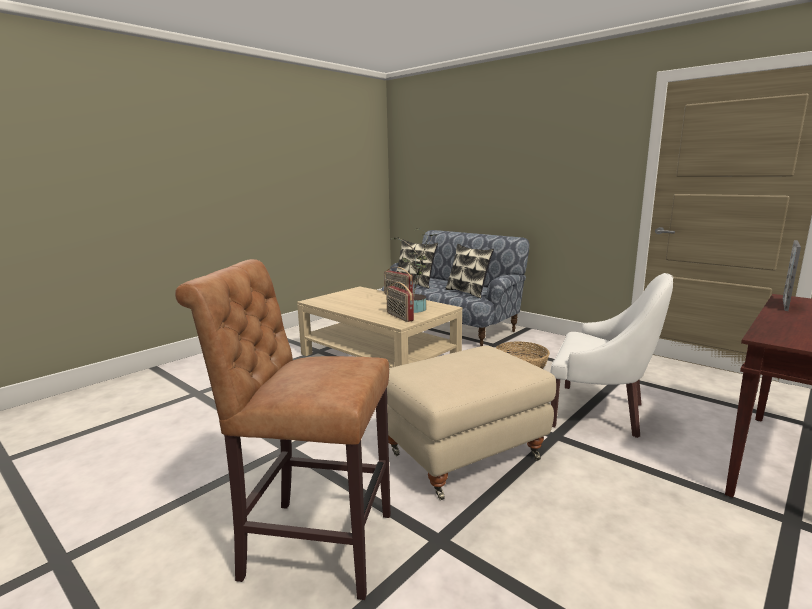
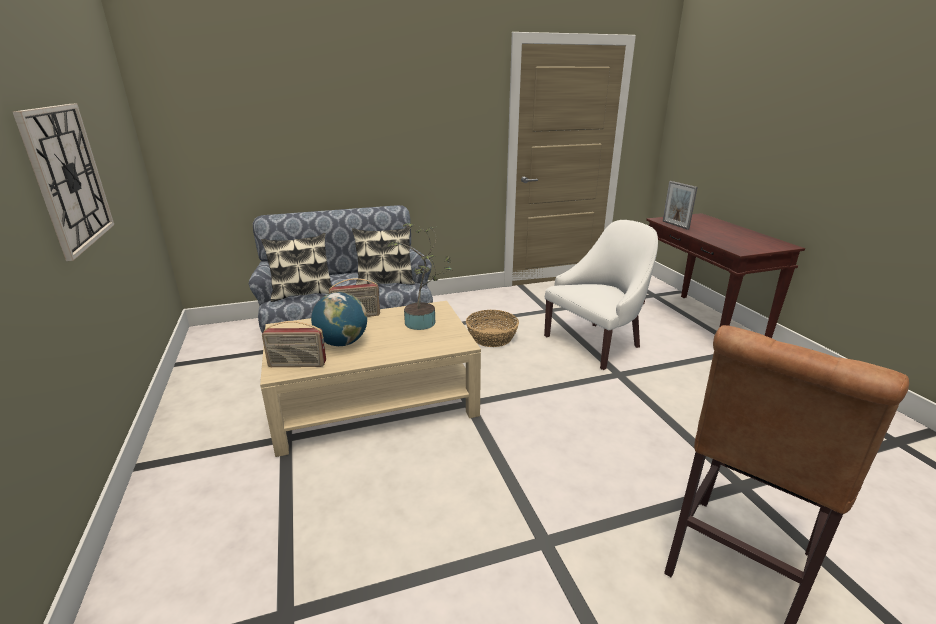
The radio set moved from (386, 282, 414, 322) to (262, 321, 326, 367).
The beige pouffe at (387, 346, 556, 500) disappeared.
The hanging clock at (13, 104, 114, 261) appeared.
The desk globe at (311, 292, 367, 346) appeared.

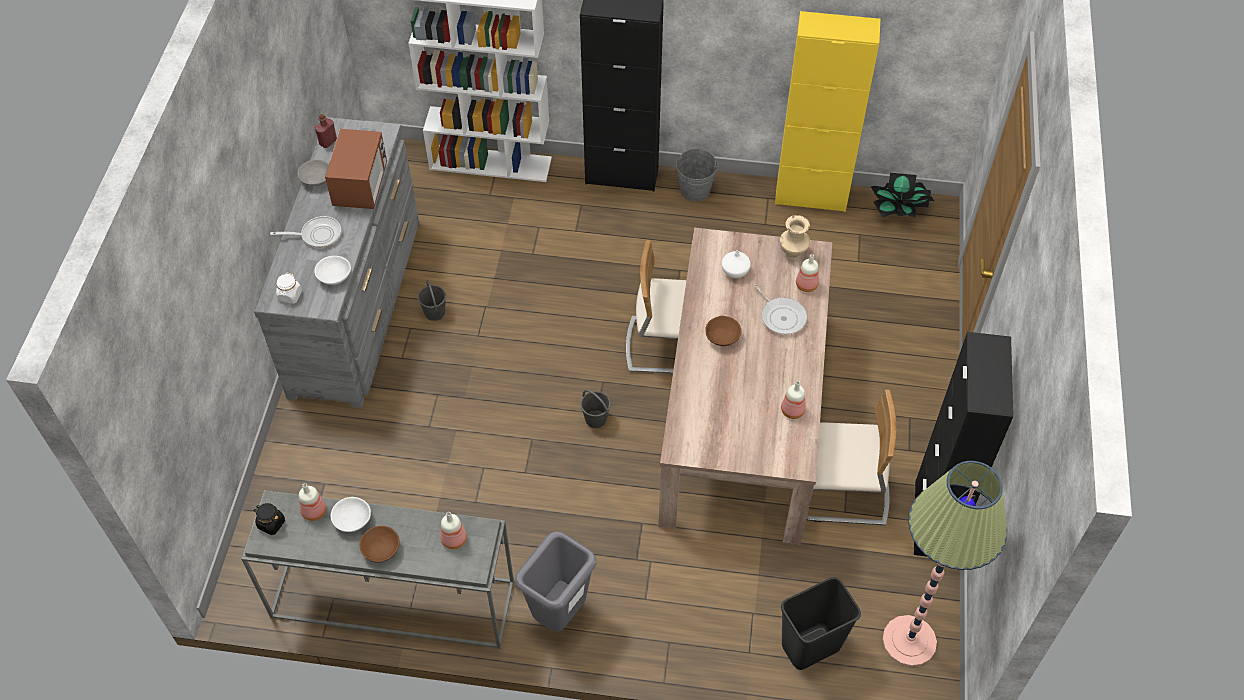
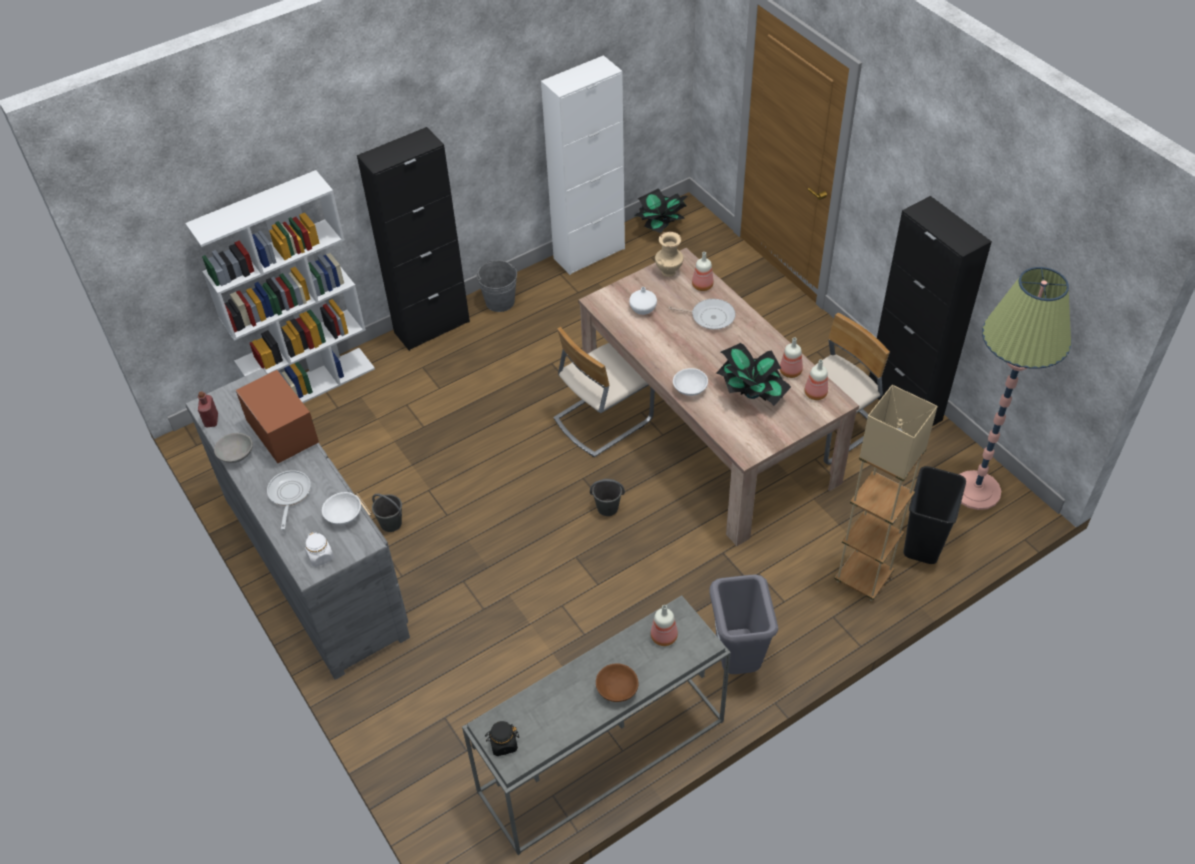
The yellow cupboard at (775, 11, 880, 212) became the white-coloured cupboard at (541, 55, 625, 275).
The skillet at (270, 216, 341, 248) turned 45 degrees counterclockwise.
The brownish deep dish at (705, 316, 741, 346) disappeared.
The drink bottle moved from (299, 483, 326, 521) to (805, 360, 828, 400).
The white-coloured deep dish moved from (331, 497, 371, 532) to (673, 368, 708, 396).
The plant in a pot at (716, 343, 791, 406) appeared.
The beige standard lamp at (834, 385, 938, 601) appeared.

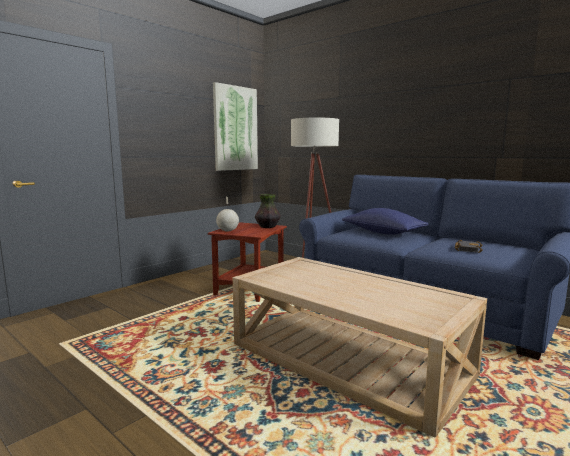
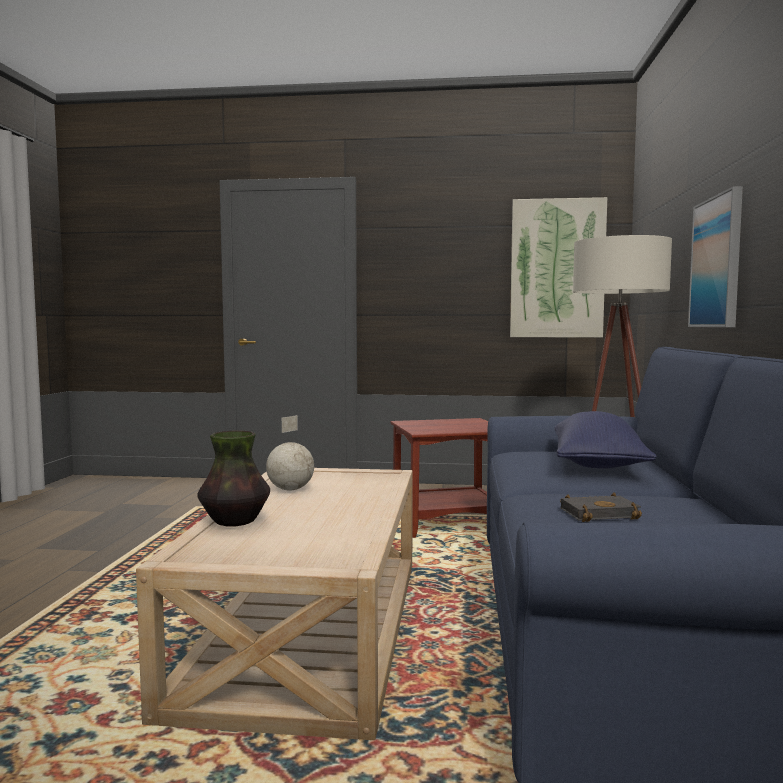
The vase moved from (255, 194, 281, 228) to (198, 431, 270, 526).
The desk globe moved from (216, 196, 239, 232) to (266, 415, 314, 490).
The wall art at (688, 186, 743, 327) appeared.

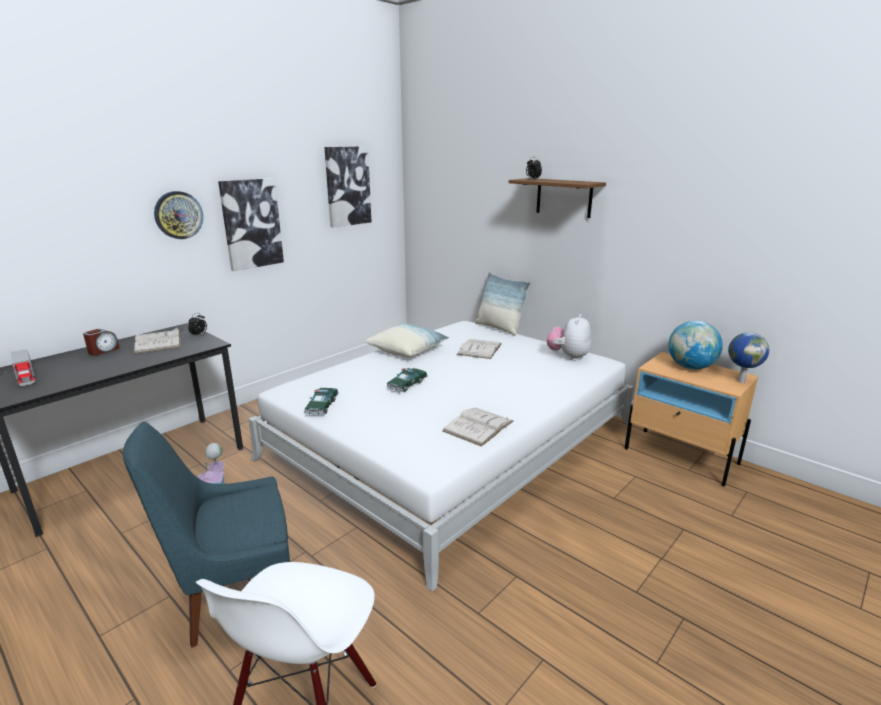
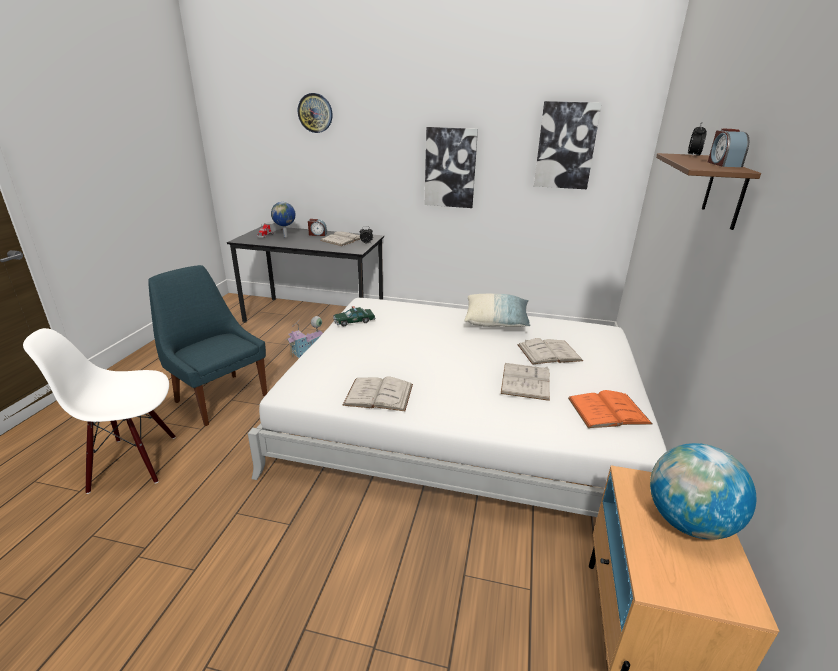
The hanging clock moved from (154, 191, 203, 239) to (298, 93, 333, 133).
The cushion at (475, 272, 530, 336) disappeared.
The soft toy at (547, 314, 591, 361) was replaced by the orangey bound book at (568, 390, 653, 428).
The desk globe moved from (728, 332, 769, 383) to (271, 202, 295, 237).
The toy car at (387, 368, 428, 392) disappeared.
The table clock at (708, 129, 749, 167) appeared.
The white-coloured bound book at (501, 363, 550, 401) appeared.

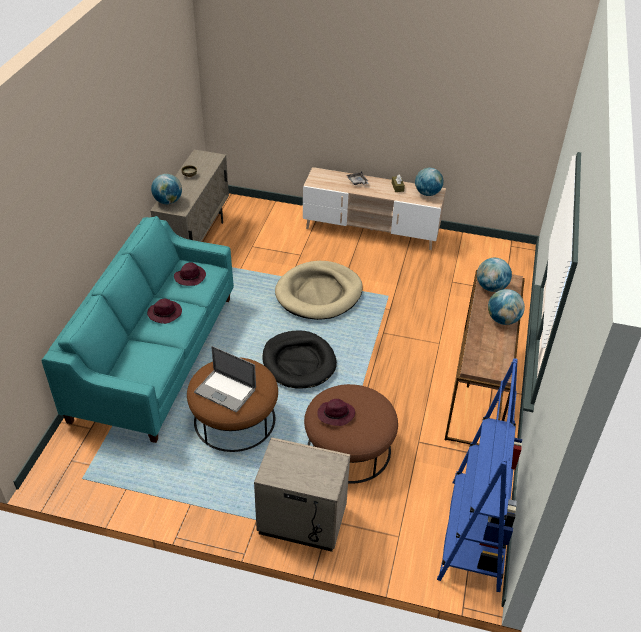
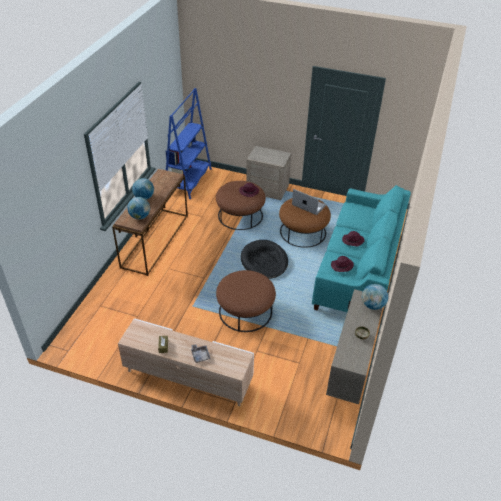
The desk globe at (415, 168, 443, 196) disappeared.
The beige dog cushion at (275, 261, 363, 320) was replaced by the brownish pouffe at (216, 270, 276, 332).

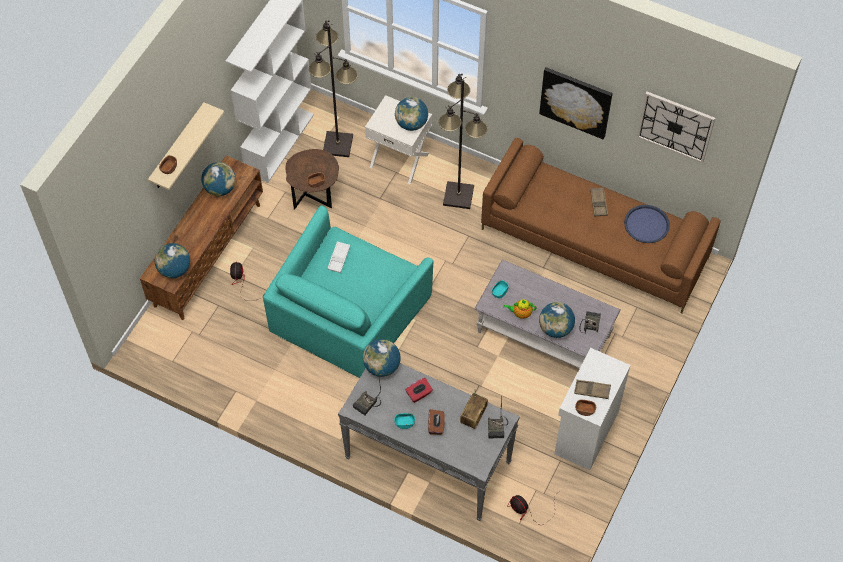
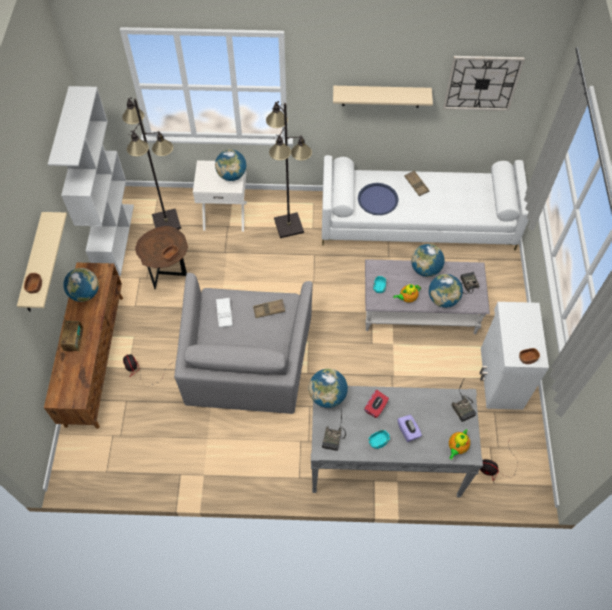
The wall art at (539, 67, 613, 140) was replaced by the beige wall shelf at (333, 86, 433, 108).
The brownish couch at (481, 138, 721, 314) became the white-coloured couch at (322, 155, 529, 251).
The blue-green lounge chair at (263, 205, 433, 378) became the gray lounge chair at (174, 273, 313, 414).
The blue carrying tray moved from (624, 205, 670, 243) to (358, 183, 398, 215).
The desk globe moved from (155, 243, 190, 278) to (411, 244, 445, 277).
The brownish carrying tray moved from (574, 380, 611, 399) to (253, 299, 285, 318).
The radio set moved from (460, 389, 488, 429) to (60, 316, 83, 351).
The brownish tissue holder at (428, 409, 445, 435) became the purplish tissue holder at (397, 415, 422, 442).
The pot for tea at (449, 429, 470, 460) appeared.

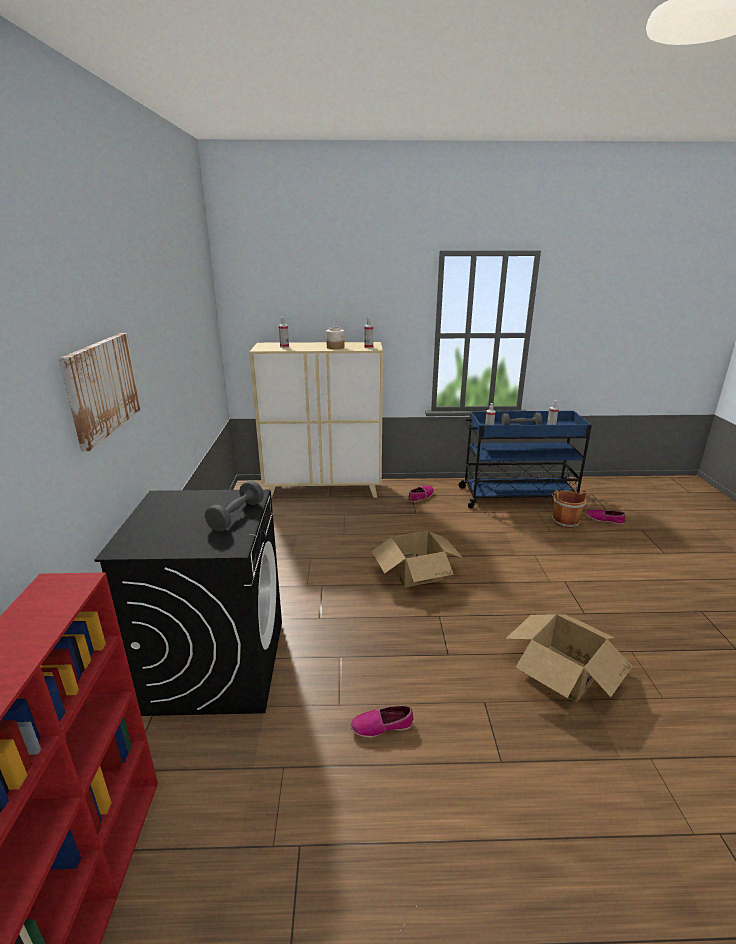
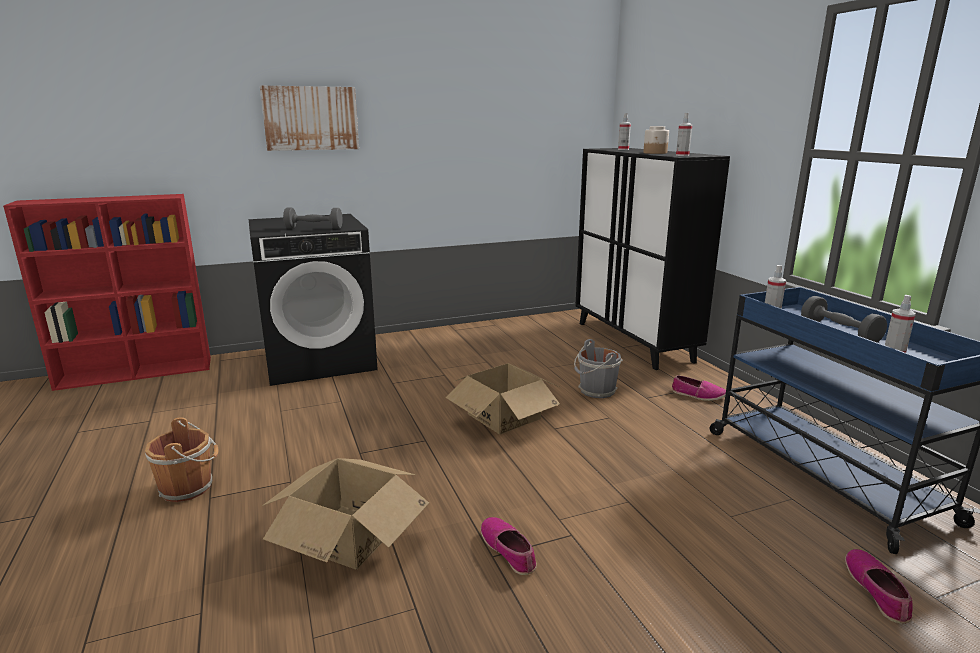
The beige cupboard at (249, 342, 383, 499) became the blackish cupboard at (575, 148, 730, 370).
The brownish water bucket moved from (552, 490, 588, 528) to (145, 417, 218, 502).
The item of footwear moved from (351, 706, 414, 738) to (481, 517, 537, 575).
The gray water bucket at (574, 339, 623, 398) appeared.

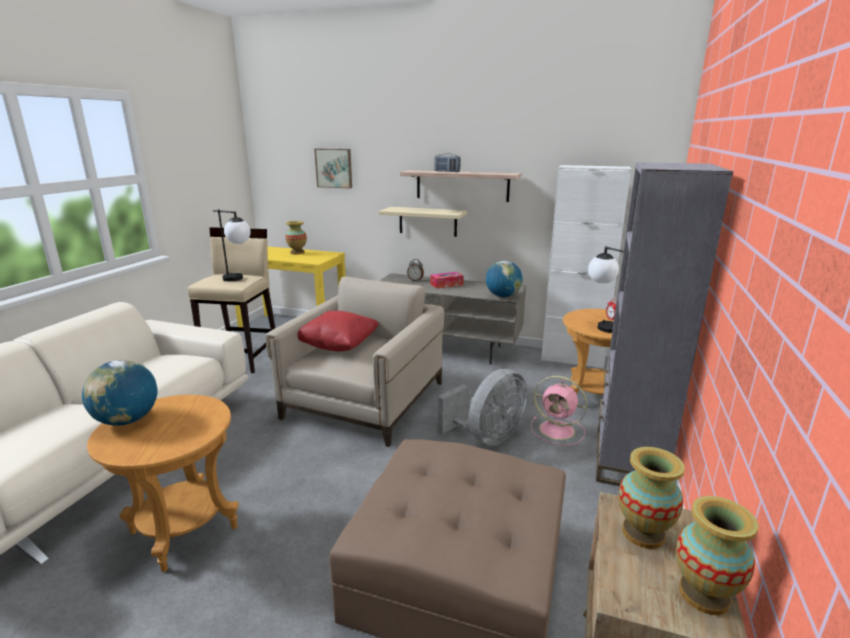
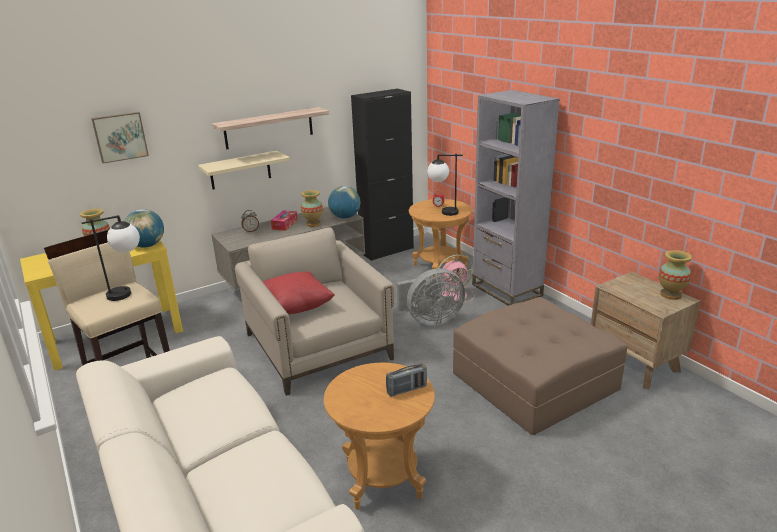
The radio set moved from (434, 154, 461, 172) to (386, 363, 427, 397).
The white-coloured cupboard at (541, 165, 631, 369) became the blackish cupboard at (351, 89, 414, 261).
The desk globe moved from (82, 360, 158, 426) to (125, 209, 164, 248).
The gray cooling fan at (438, 369, 527, 445) turned 75 degrees clockwise.
The vase moved from (618, 447, 685, 549) to (301, 190, 323, 227).

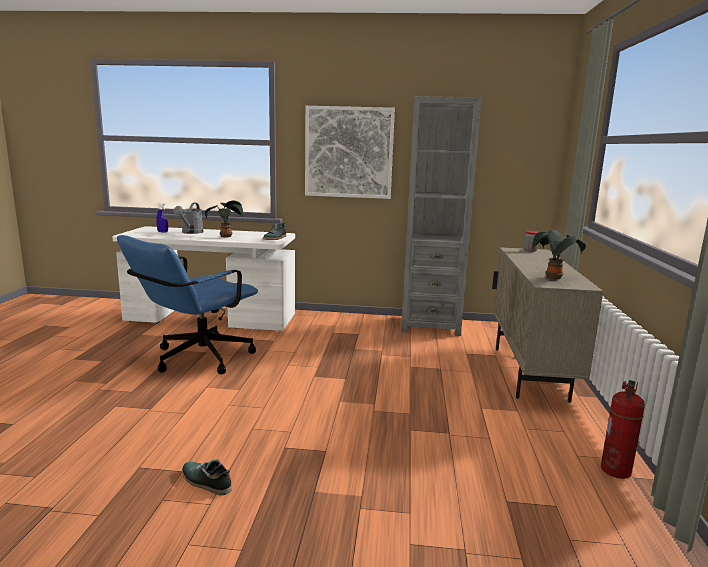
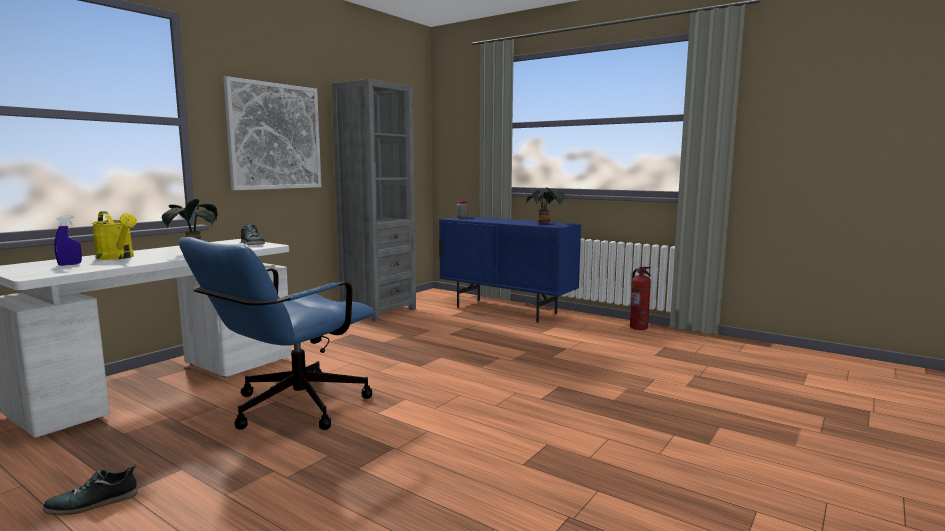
The gray watering can at (173, 203, 204, 234) became the yellow watering can at (92, 211, 137, 260).
The blue office chair at (117, 235, 258, 375) turned 60 degrees clockwise.
The beige cupboard at (492, 247, 603, 403) became the blue cupboard at (439, 217, 581, 323).
The item of footwear moved from (182, 459, 232, 495) to (43, 464, 137, 515).

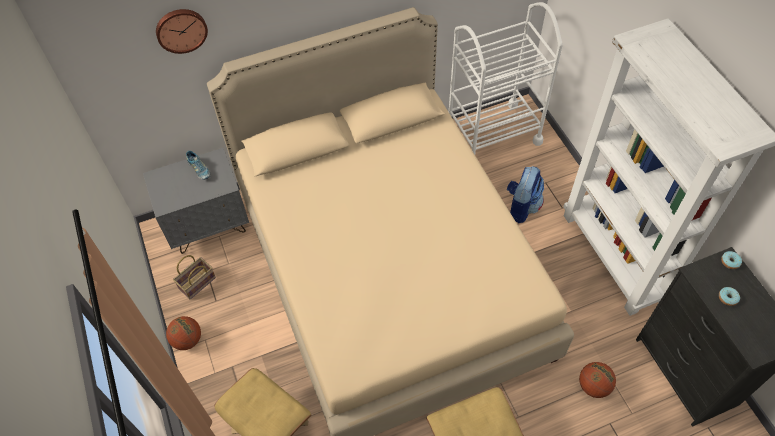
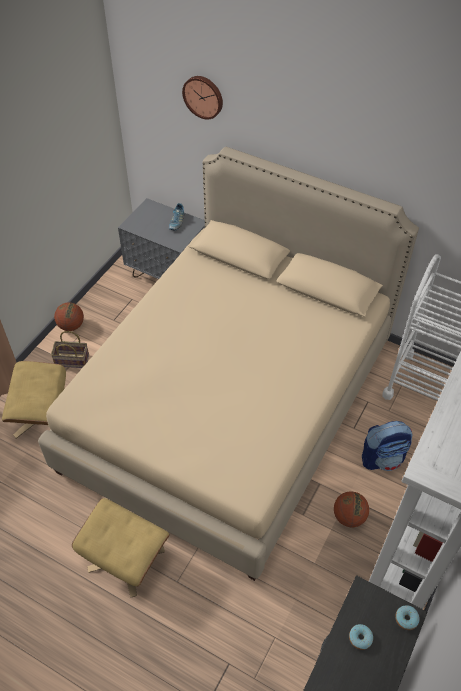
The household basket moved from (173, 255, 216, 299) to (51, 331, 89, 368).
The ball for basketball moved from (579, 362, 616, 398) to (334, 491, 369, 527).

